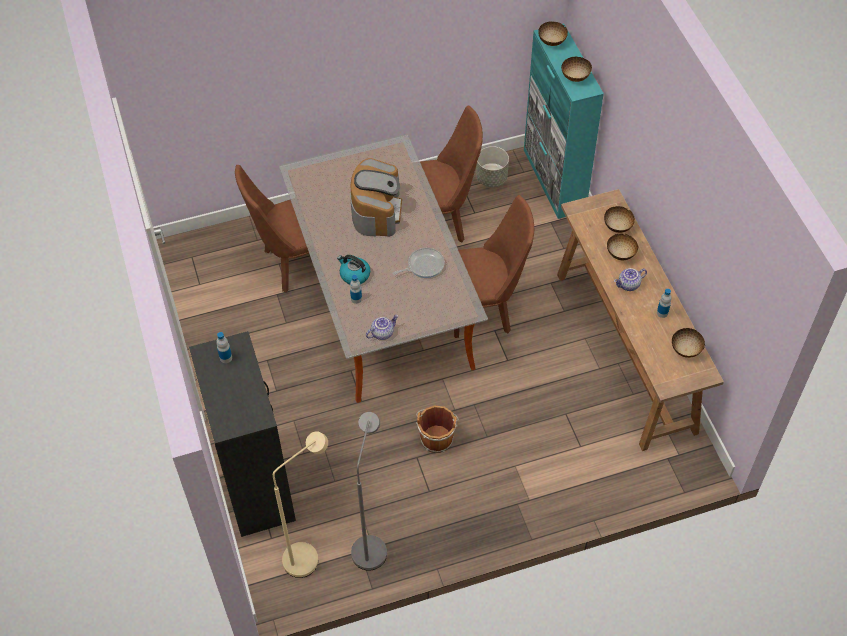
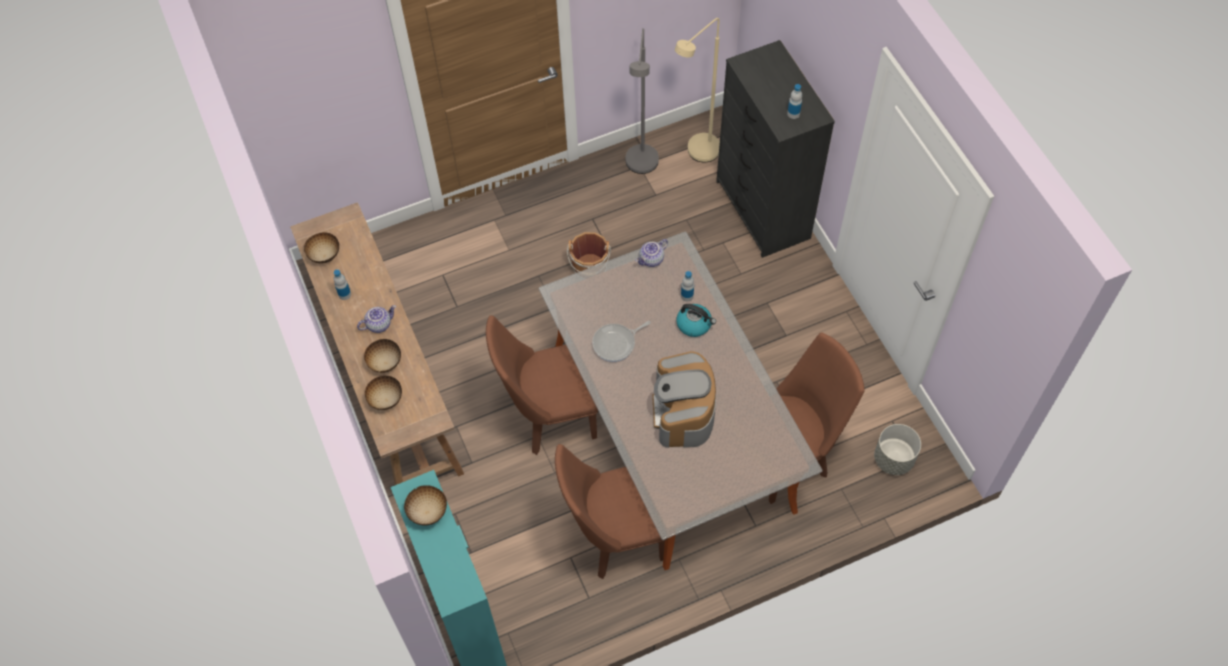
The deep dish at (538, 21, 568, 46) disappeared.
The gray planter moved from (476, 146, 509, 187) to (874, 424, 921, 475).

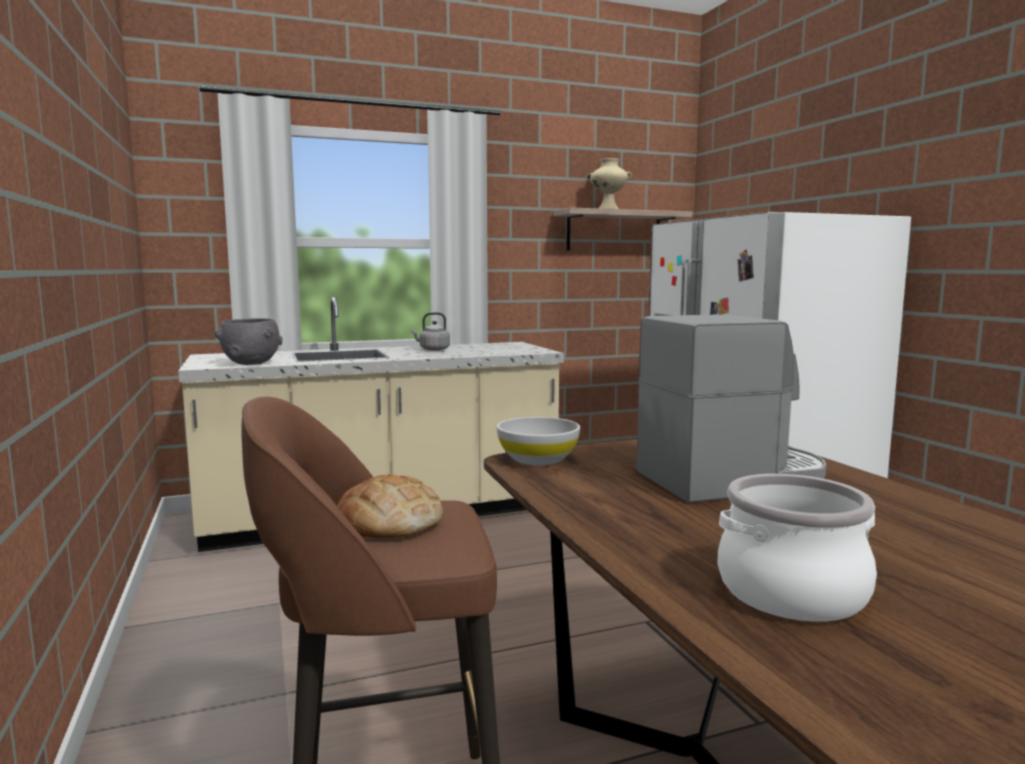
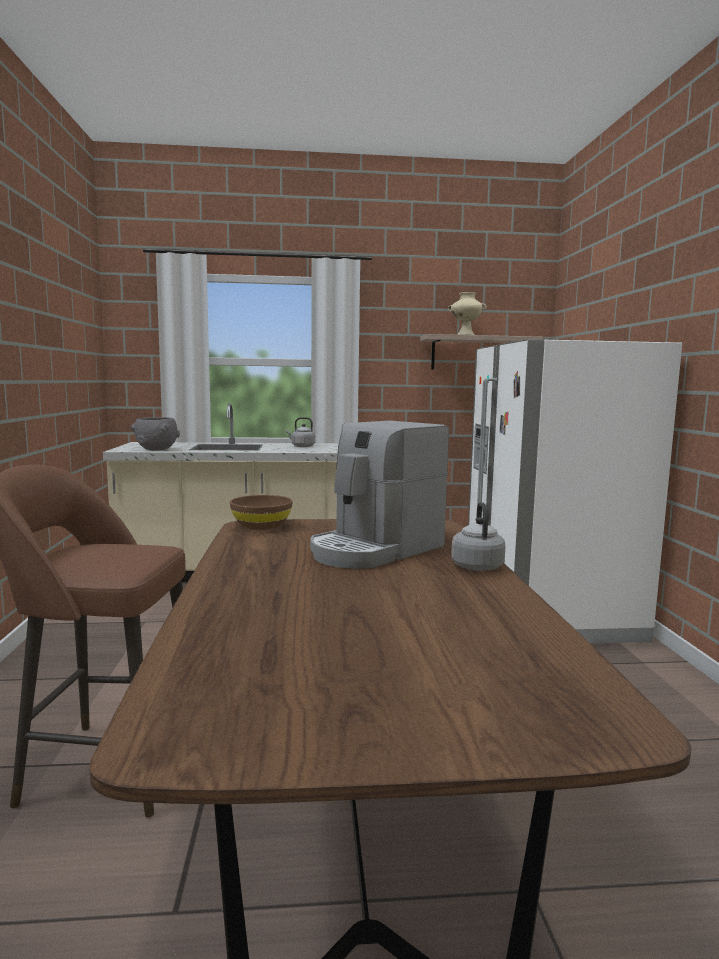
The coffee maker at (636, 314, 827, 503) turned 135 degrees clockwise.
The white-coloured deep dish at (497, 417, 580, 465) became the brownish deep dish at (230, 495, 292, 530).
The bread at (337, 474, 443, 538) disappeared.
The cooking pot at (718, 474, 877, 622) disappeared.
The gray tea kettle at (451, 502, 506, 571) appeared.

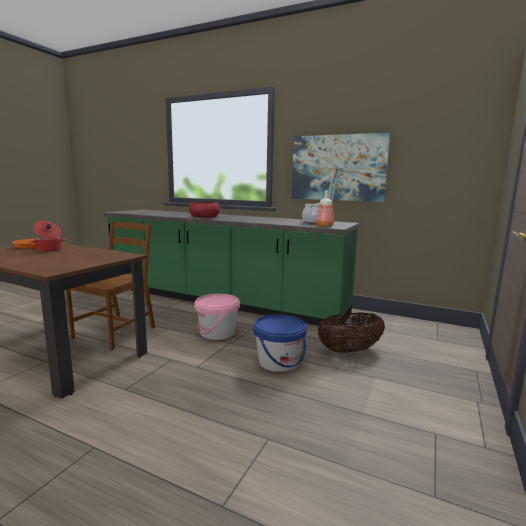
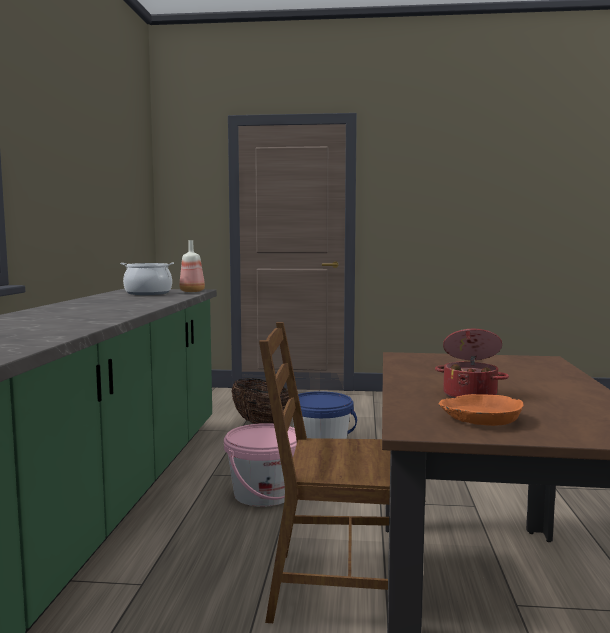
The wall art at (292, 133, 390, 202) disappeared.
The reddish deep dish at (189, 202, 220, 218) disappeared.

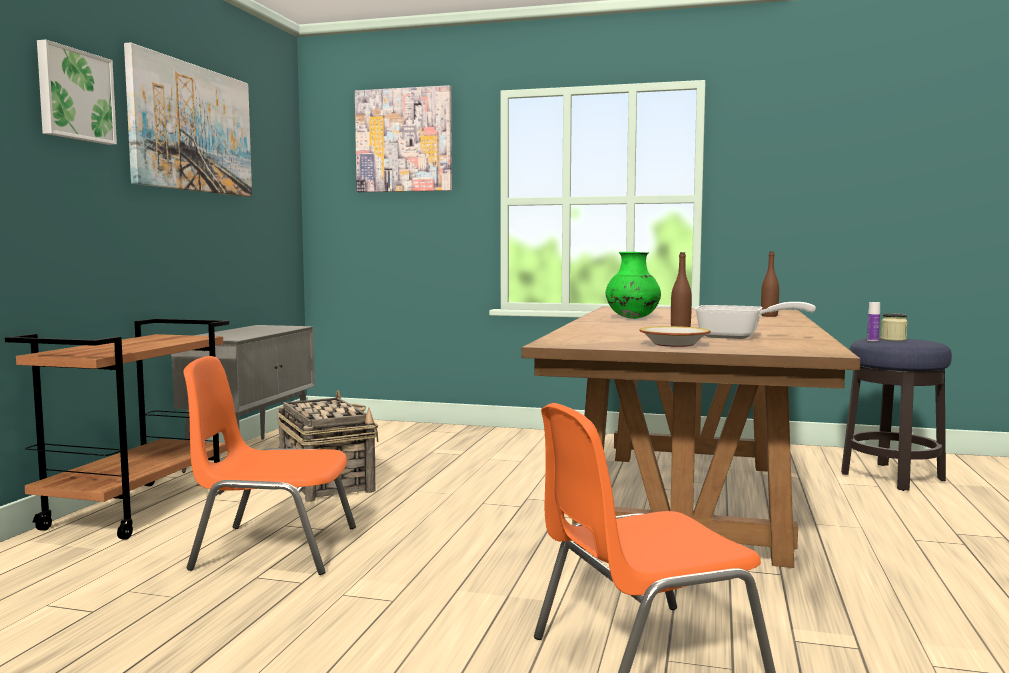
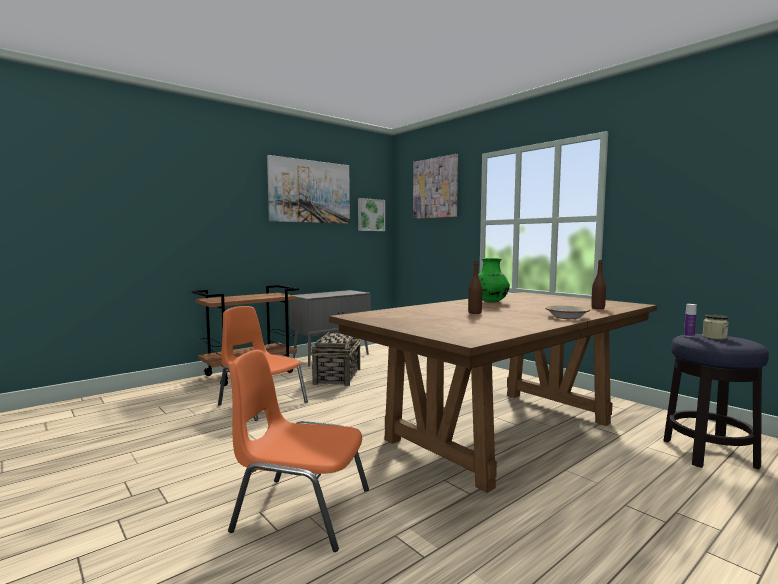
The wall art moved from (37, 40, 117, 145) to (358, 198, 385, 231).
The skillet at (694, 302, 816, 339) disappeared.
The deep dish moved from (639, 326, 711, 347) to (545, 305, 590, 319).

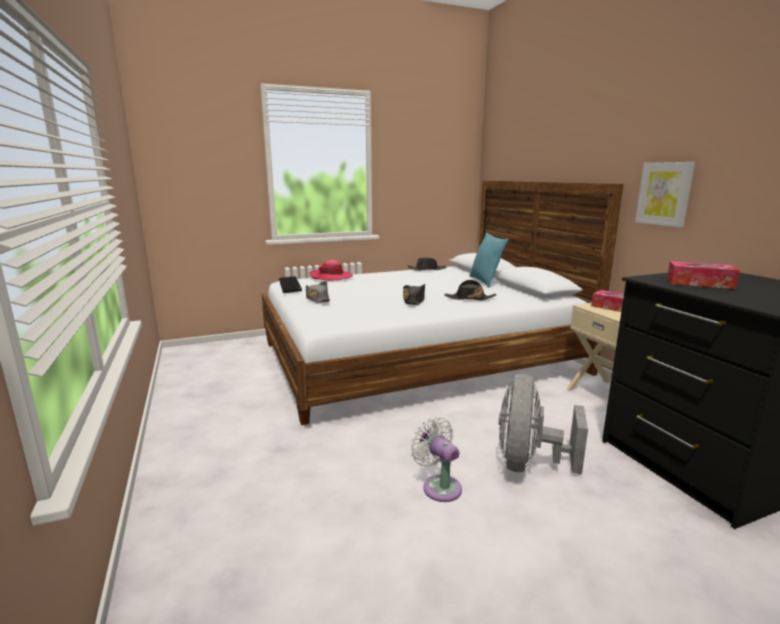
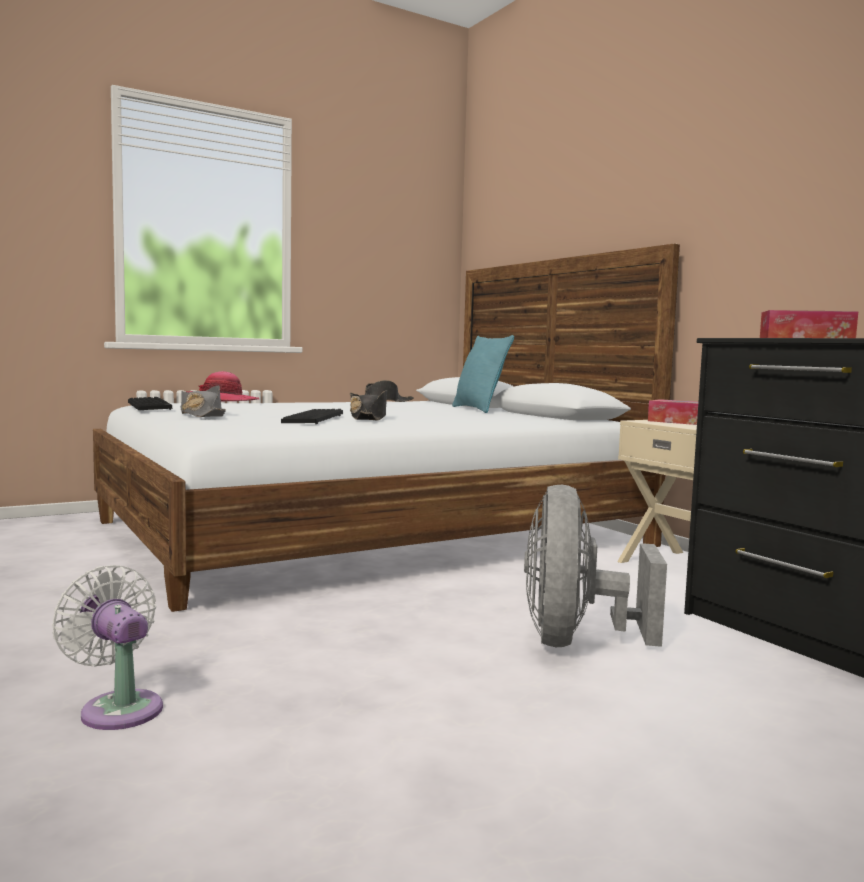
The wall art at (635, 162, 695, 227) disappeared.
The blackish wearable hat at (444, 280, 497, 301) disappeared.
The white-coloured cooling fan moved from (411, 417, 462, 502) to (52, 565, 163, 730).
The keyboard at (281, 409, 343, 424) appeared.

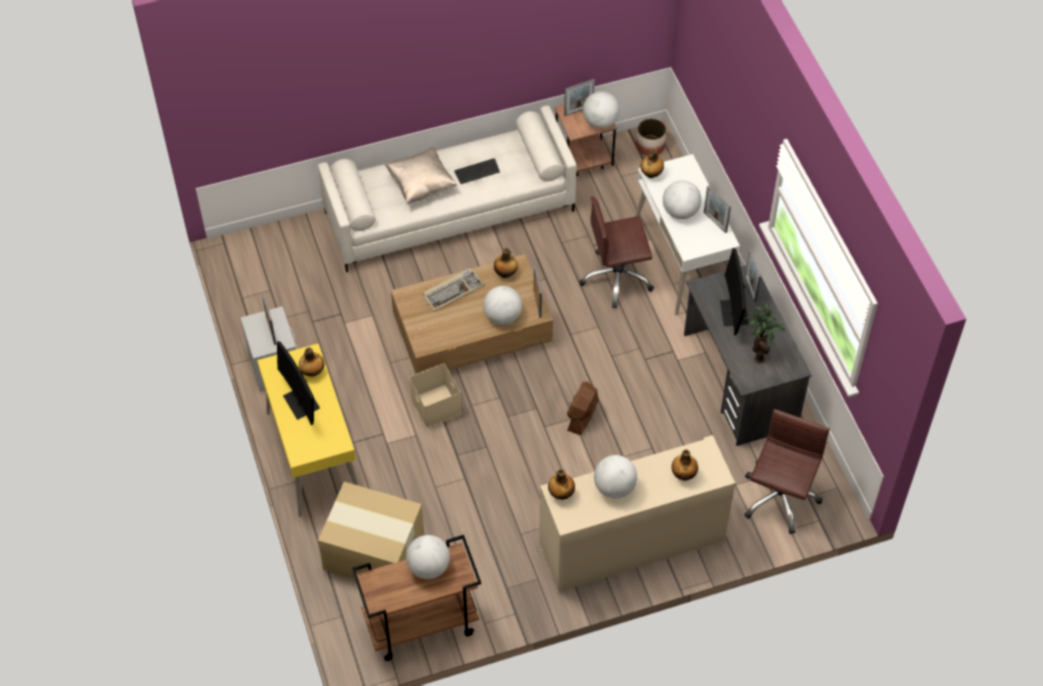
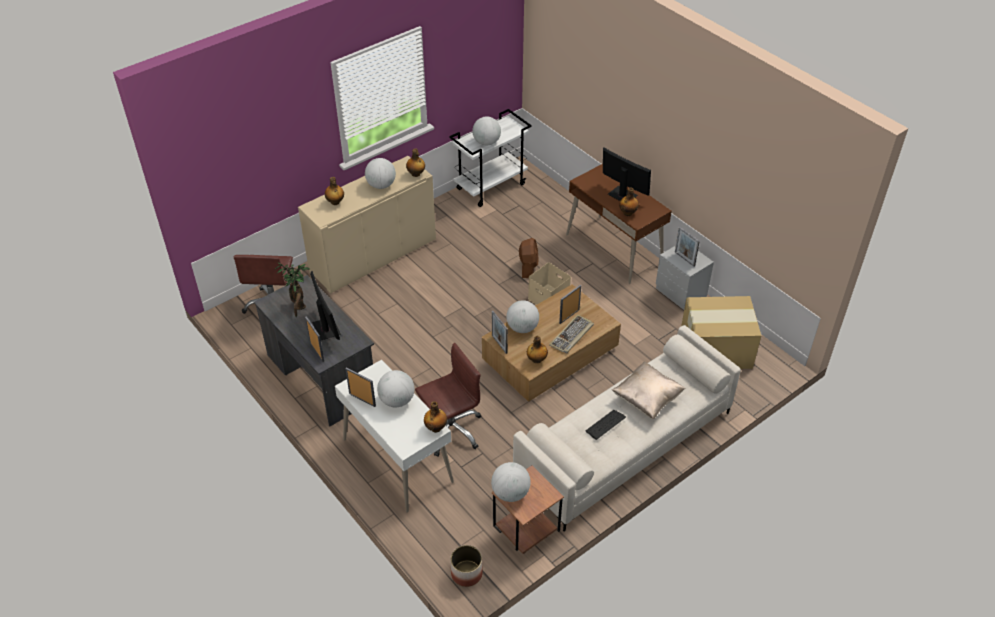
The standing frame moved from (564, 79, 595, 116) to (559, 285, 581, 324).
The yellow desk table at (257, 343, 359, 517) became the brownish desk table at (566, 164, 672, 284).
The brownish cooling fan moved from (567, 382, 598, 435) to (519, 238, 539, 278).
The carton moved from (318, 482, 424, 579) to (681, 296, 761, 369).
The brownish wheeled cart at (352, 535, 481, 661) became the white-coloured wheeled cart at (449, 109, 532, 207).

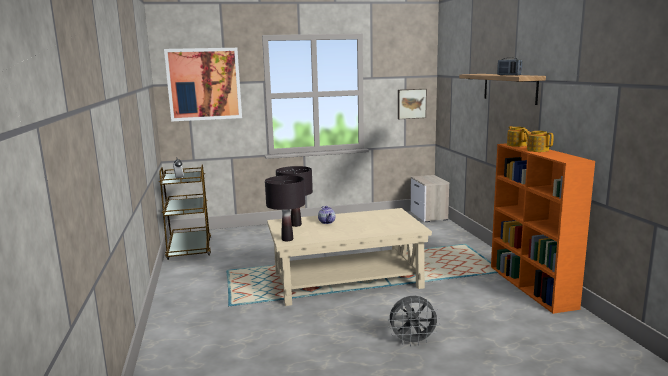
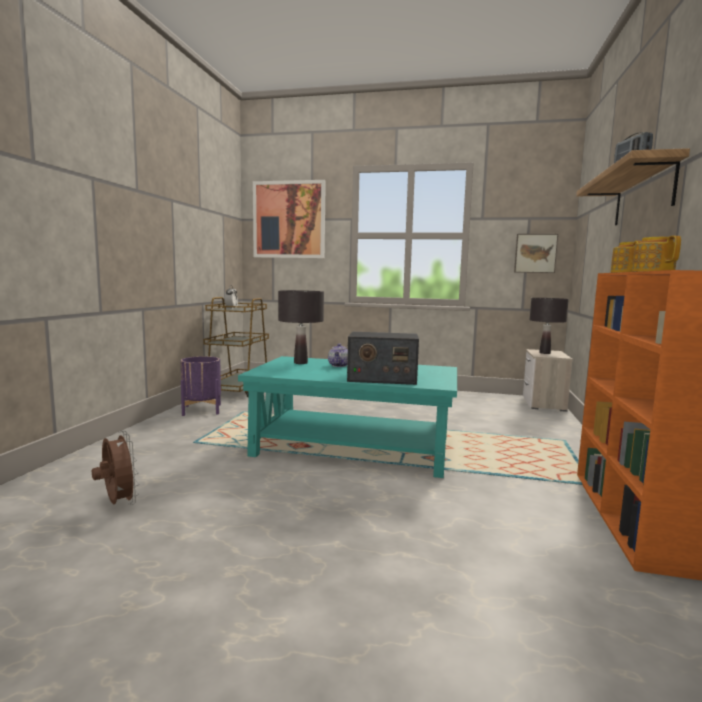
The blackish tabletop lamp moved from (265, 175, 305, 241) to (530, 298, 569, 354).
The beige lounge table at (267, 208, 432, 306) became the blue-green lounge table at (238, 356, 457, 478).
The gray cooling fan at (388, 296, 441, 346) disappeared.
The radio set at (347, 332, 419, 385) appeared.
The purplish planter at (180, 356, 221, 416) appeared.
The brownish cooling fan at (92, 431, 139, 505) appeared.

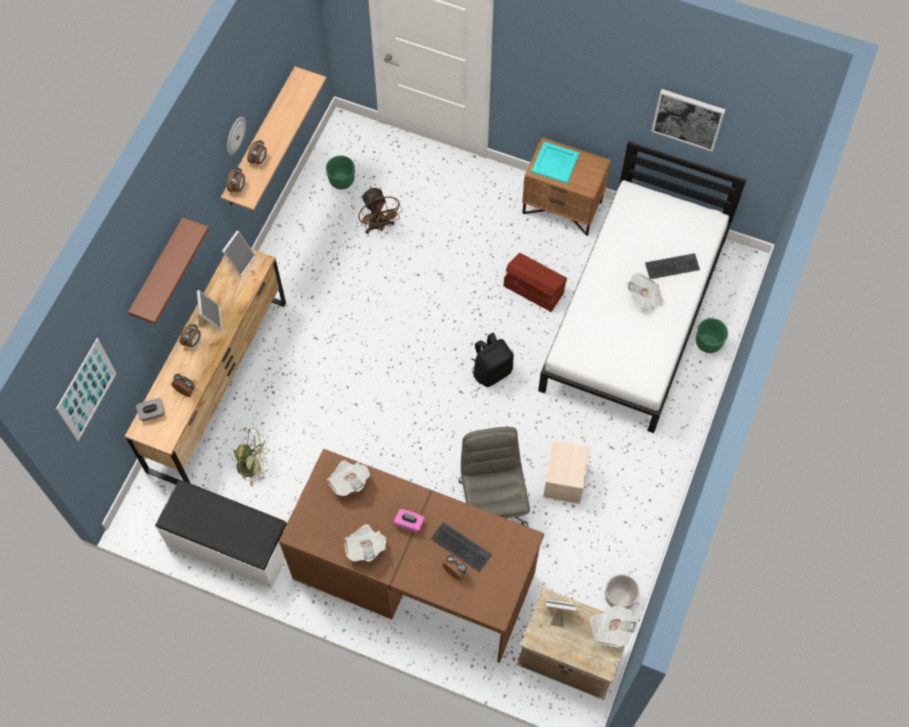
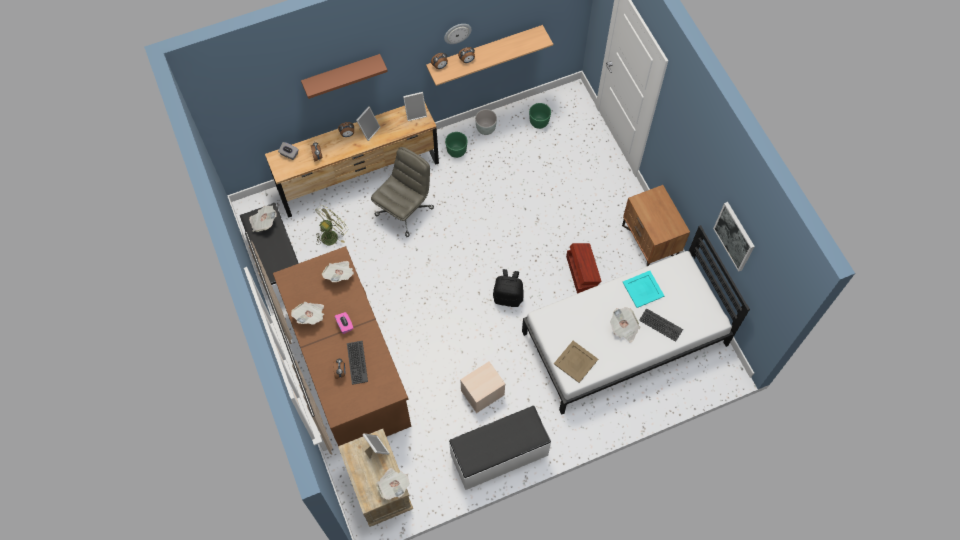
The blue-green carrying tray moved from (531, 141, 580, 183) to (623, 271, 664, 308).
The brownish cooling fan at (358, 187, 403, 234) disappeared.
The green planter moved from (696, 318, 728, 353) to (445, 132, 467, 158).
The wall art at (56, 338, 117, 441) disappeared.
The gray office chair moved from (459, 427, 530, 527) to (371, 147, 434, 237).
The green cooling fan at (232, 428, 270, 487) turned 105 degrees counterclockwise.
The gray planter moved from (605, 574, 639, 609) to (475, 109, 497, 135).
The daily paper at (249, 206, 277, 232) appeared.
The beige carrying tray at (554, 341, 598, 383) appeared.
The white-coloured indoor bench at (449, 406, 551, 490) appeared.

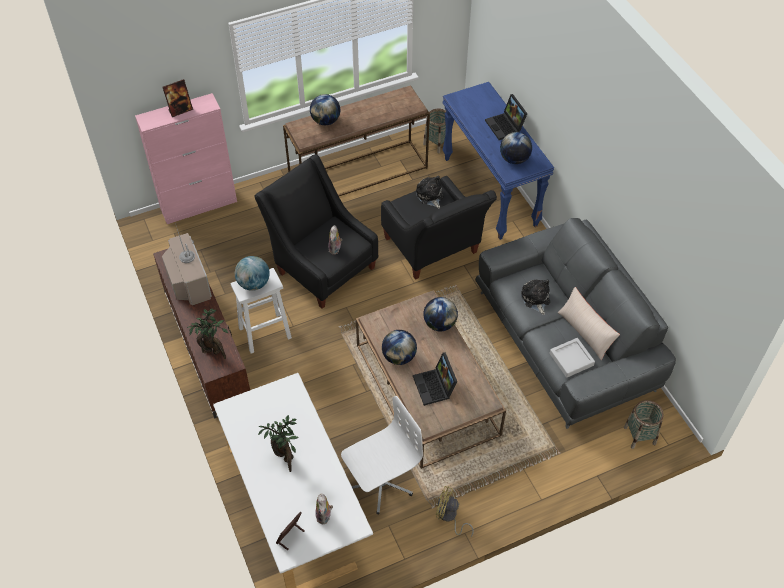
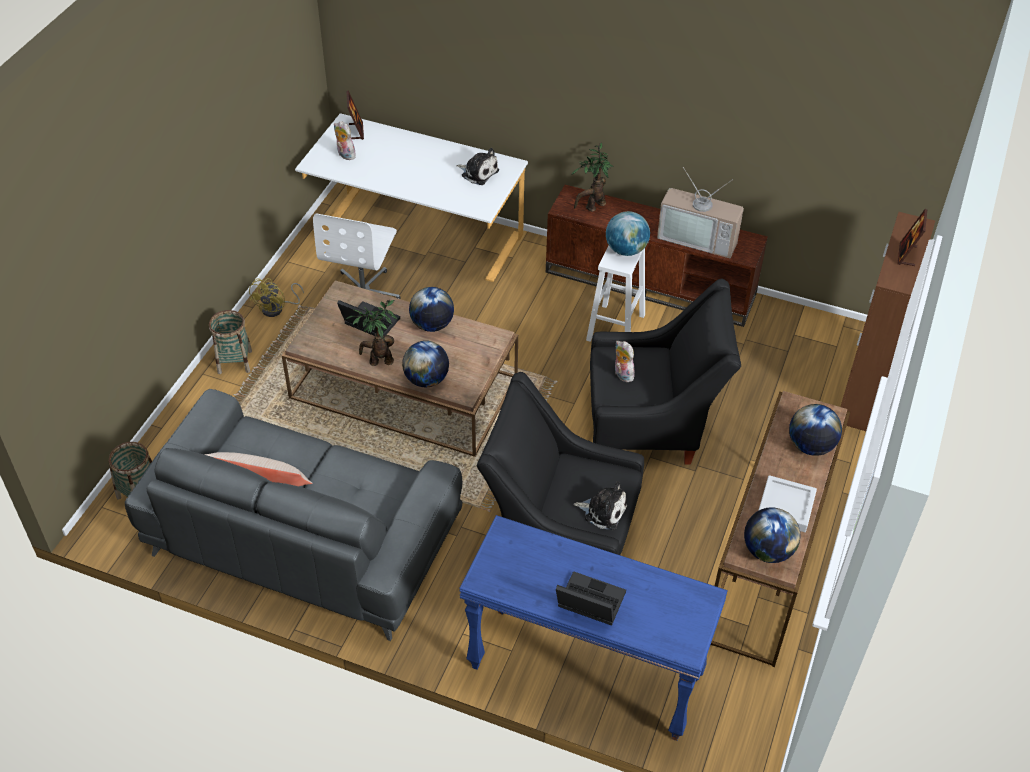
The pinkish cupboard at (135, 93, 237, 224) became the brownish cupboard at (840, 212, 935, 431).
The household basket moved from (423, 109, 446, 153) to (209, 310, 252, 374).
The desk globe moved from (500, 132, 532, 164) to (744, 507, 801, 563).
The soft toy moved from (521, 279, 550, 315) to (456, 148, 499, 185).
The gray carrying tray moved from (549, 338, 595, 378) to (758, 475, 817, 532).
The plant in a pot moved from (258, 415, 299, 472) to (345, 300, 397, 366).
The yellow cooling fan at (436, 486, 474, 537) turned 135 degrees clockwise.

